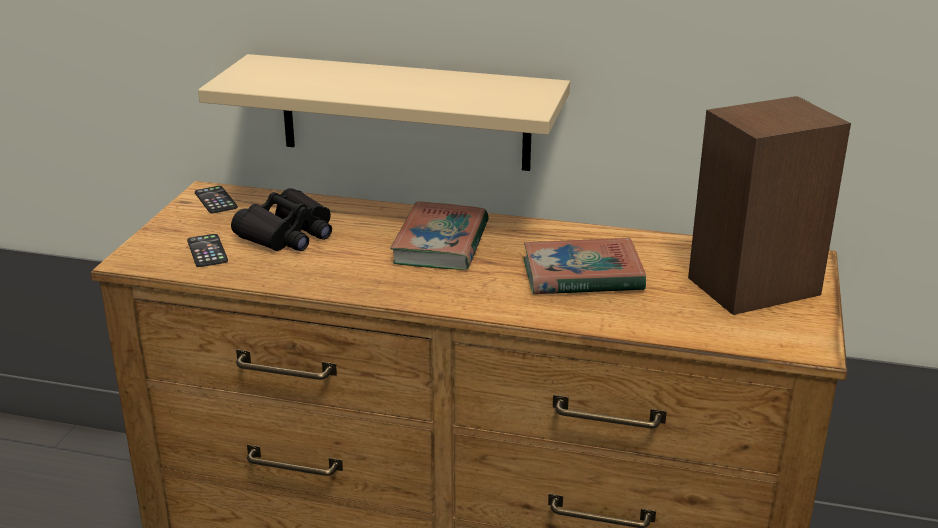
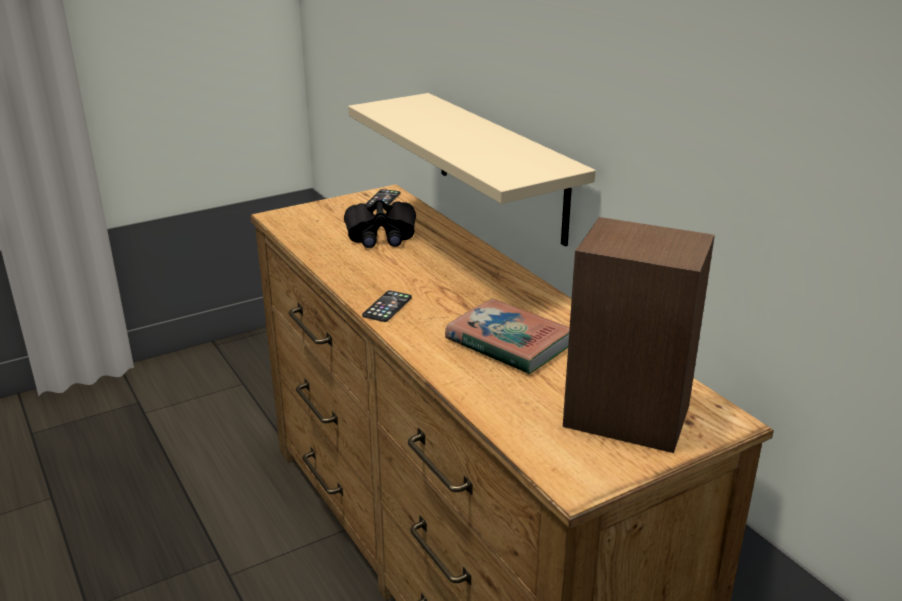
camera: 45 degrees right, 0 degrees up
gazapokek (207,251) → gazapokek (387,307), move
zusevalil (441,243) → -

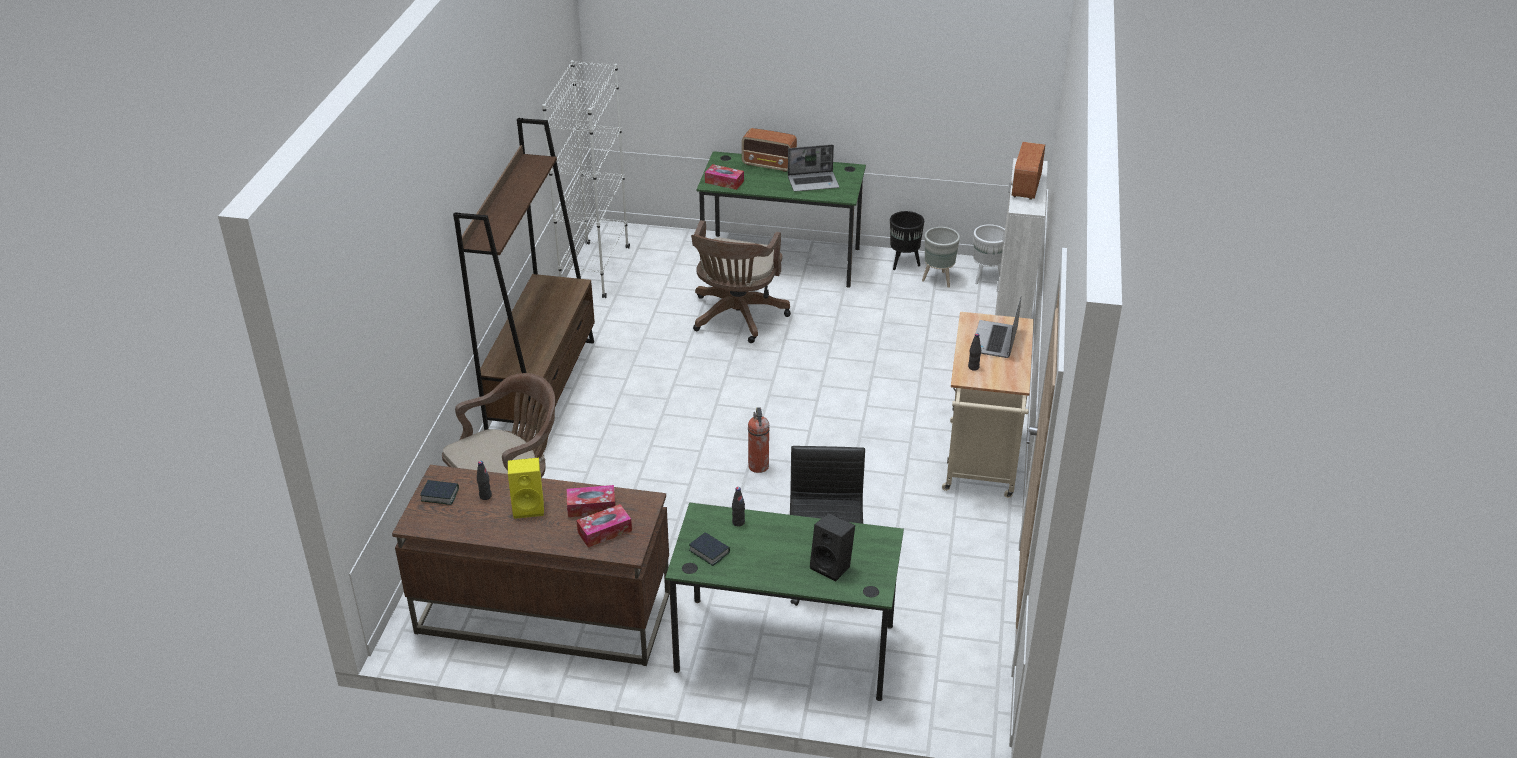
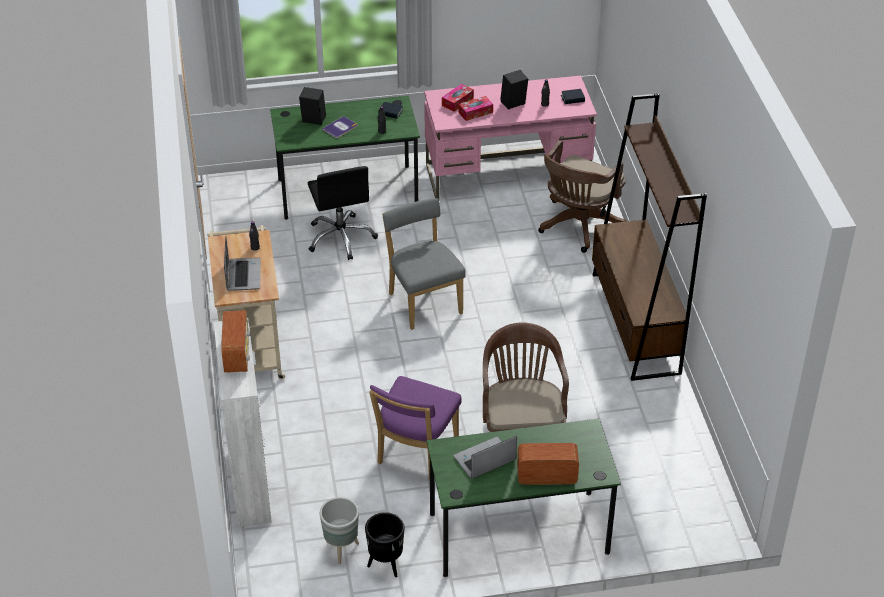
camera: 160 degrees right, 5 degrees up
- → zusevalil (340,128)
- → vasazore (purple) (415,453)
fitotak (758,467) → vasazore (grey) (423,301)
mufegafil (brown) (542,613) → mufegafil (pink) (508,175)
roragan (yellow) (529,506) → roragan (black) (513,104)
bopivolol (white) (595,270) → -
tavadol (724,182) → -
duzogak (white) (986,277) → -

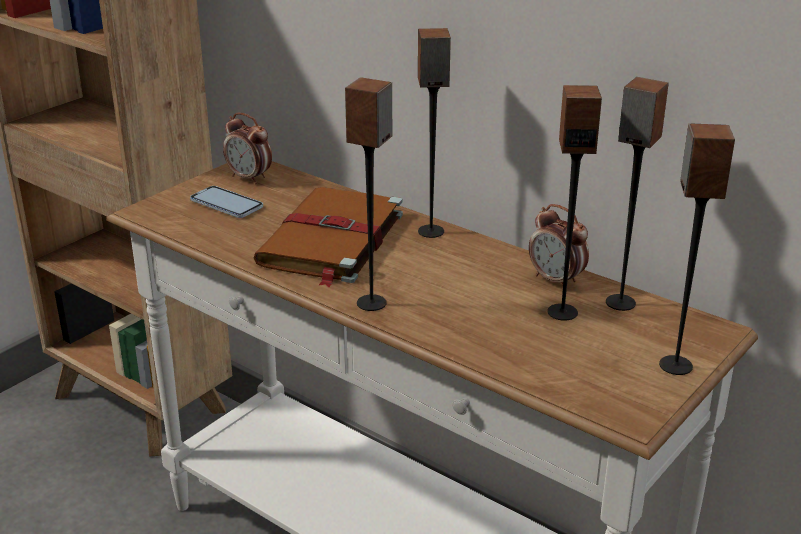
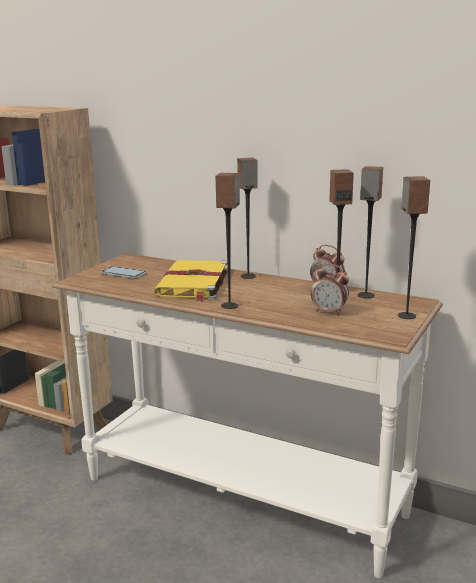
camera: 10 degrees left, 10 degrees down
zusevalil (brown) (331,240) → zusevalil (yellow) (193,283)
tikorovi (249,178) → tikorovi (329,312), move

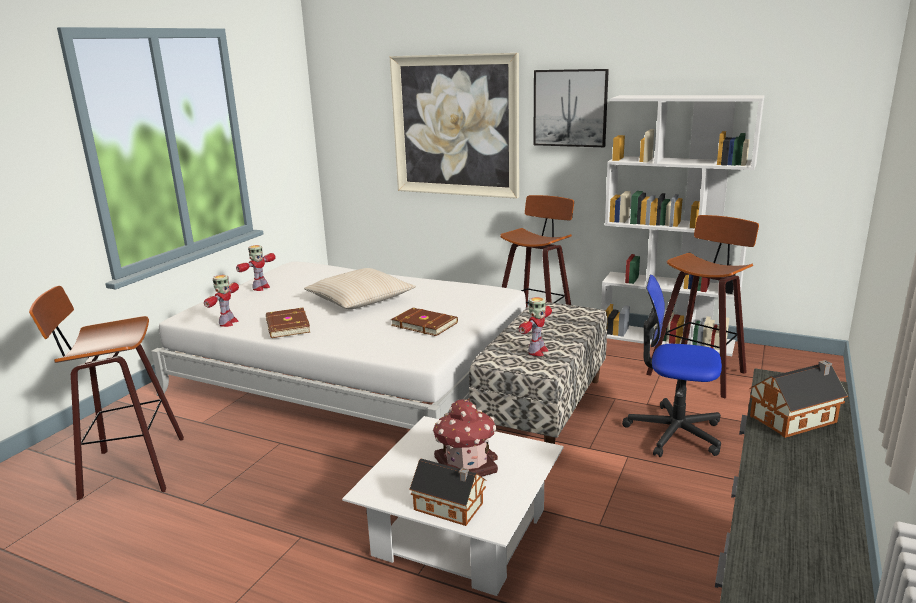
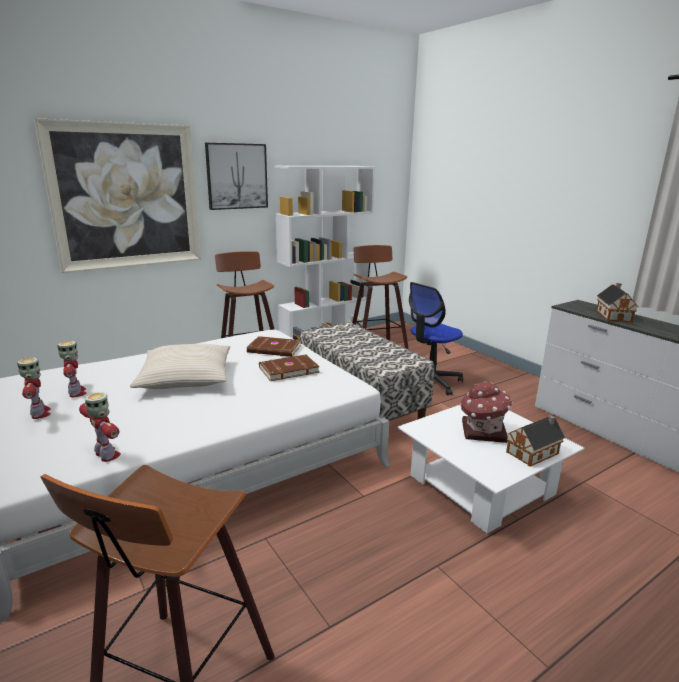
camera: 60 degrees left, 0 degrees up
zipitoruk (537,351) → zipitoruk (76,393), move
zusevalil (brown) (286,326) → zusevalil (brown) (274,349), move

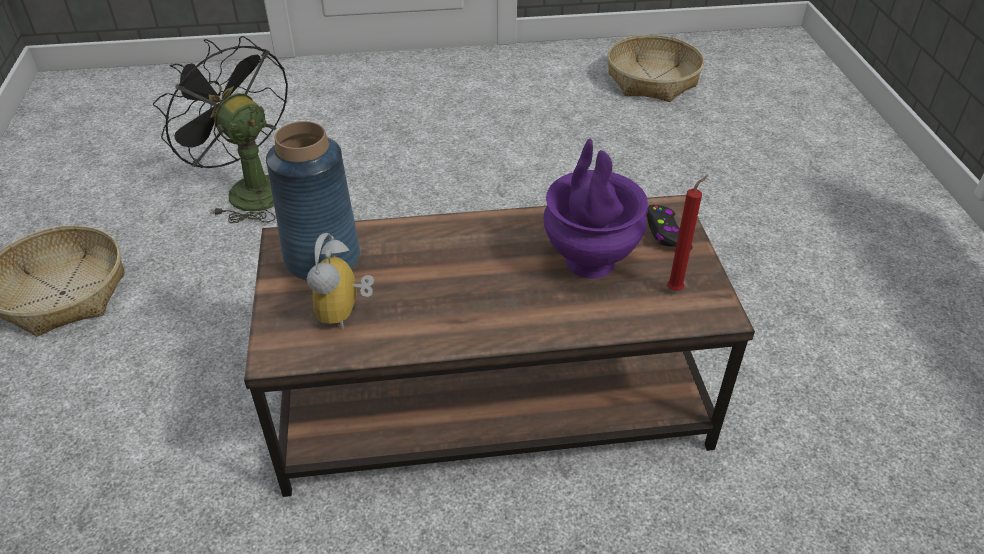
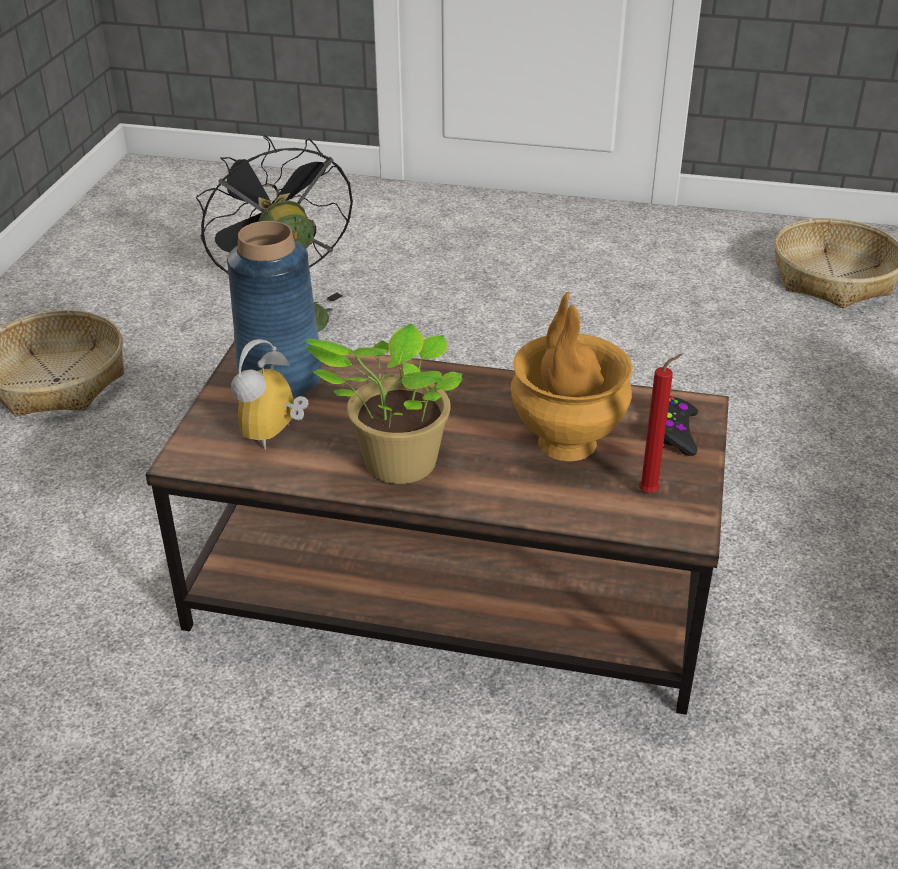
camera: 20 degrees right, 5 degrees down
- → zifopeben (395,465)
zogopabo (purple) (588,261) → zogopabo (brown) (566,442)

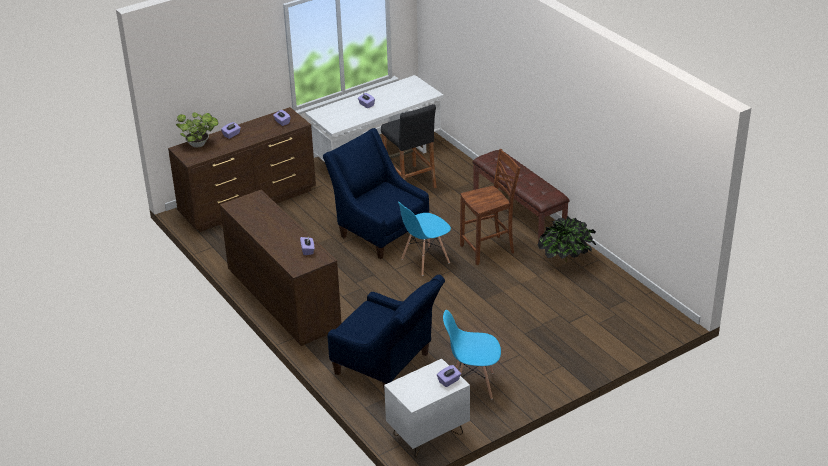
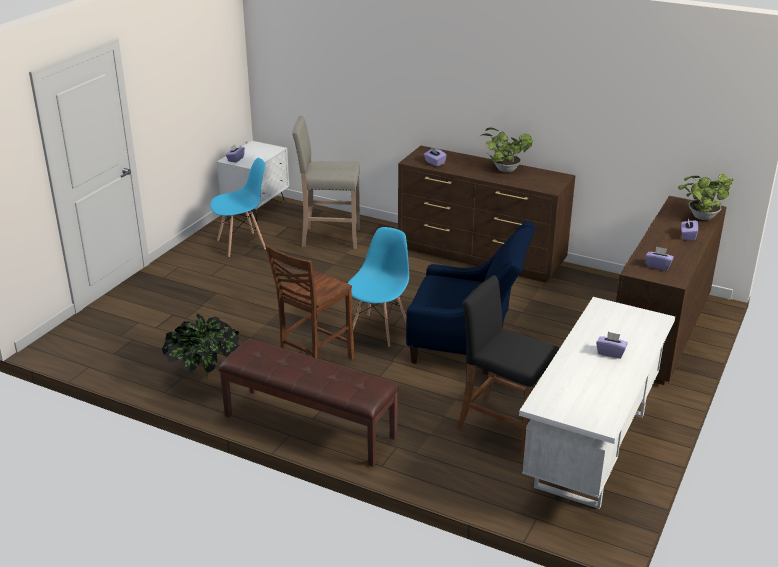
camera: 150 degrees right, 5 degrees down
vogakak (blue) (388,366) → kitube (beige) (329,237)
- → zifopeben (504,169)

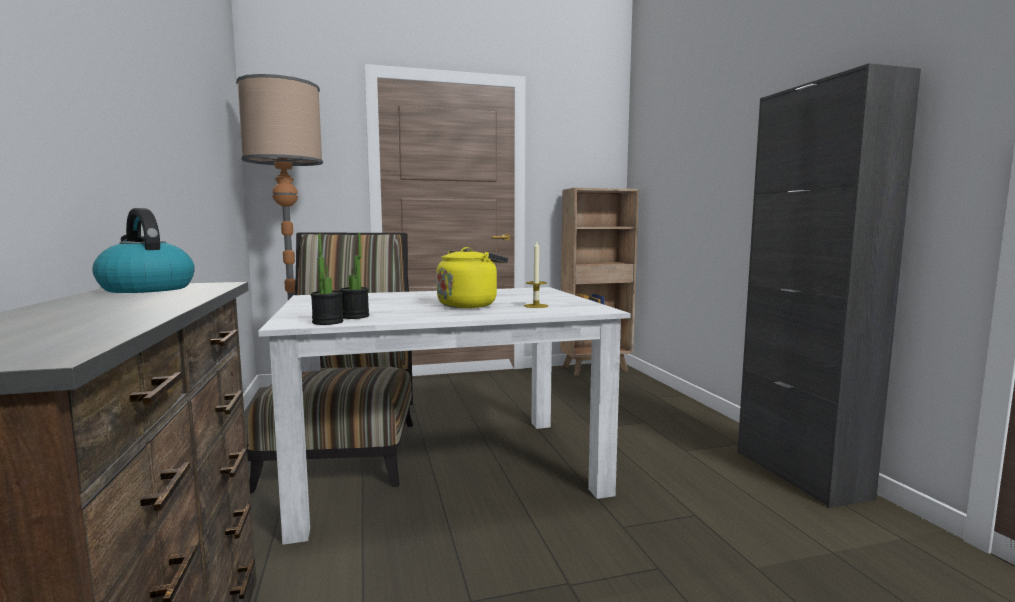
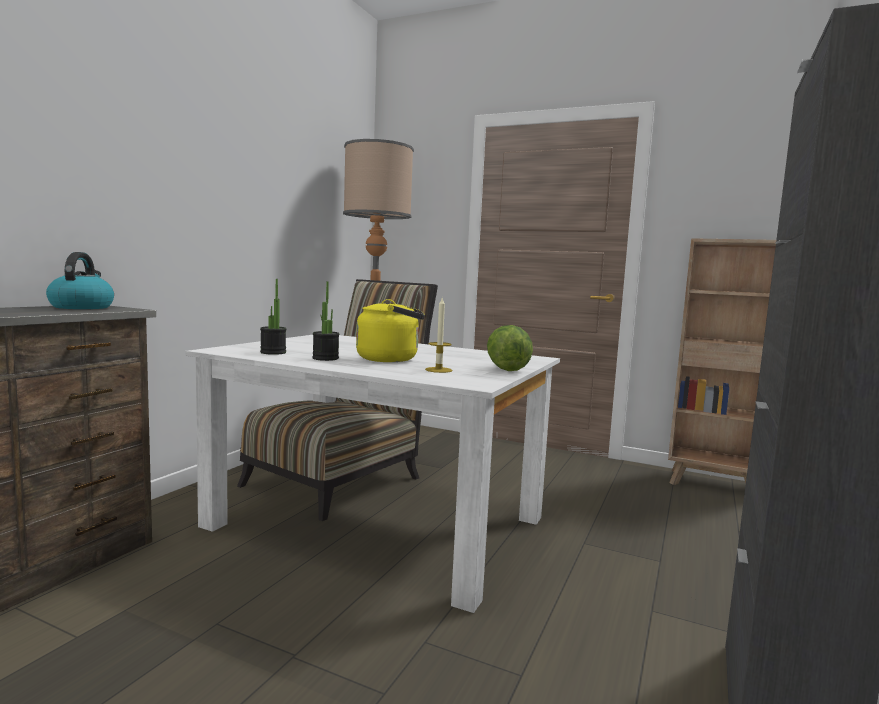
camera: 40 degrees right, 0 degrees up
zifopeben (327,322) → zifopeben (325,358), move
- → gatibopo (507,369)

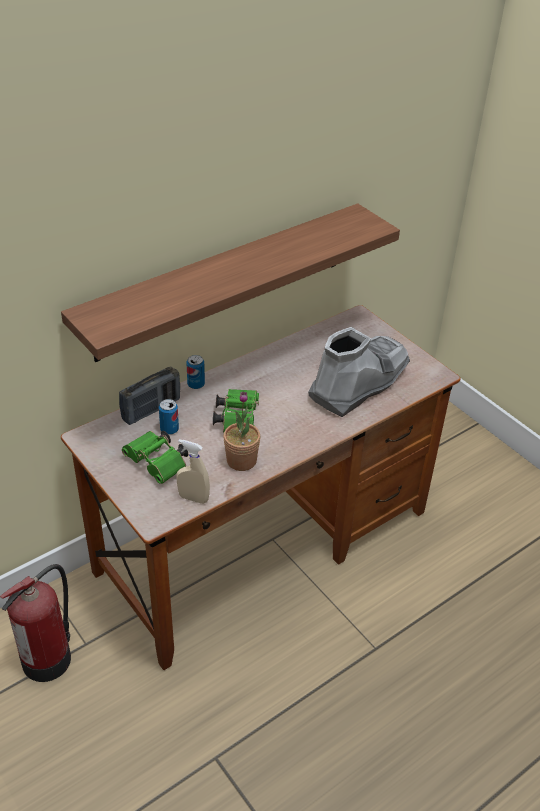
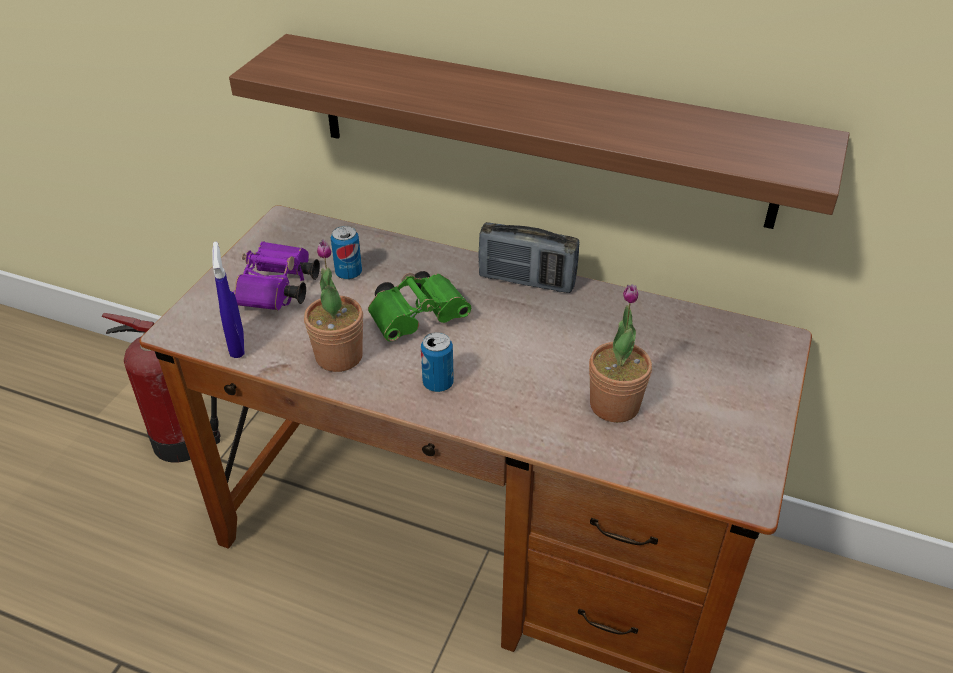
camera: 60 degrees right, 0 degrees up
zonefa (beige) (193,498) → zonefa (blue) (237,345)
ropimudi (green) (158,464) → ropimudi (purple) (278,292)
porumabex (196,384) → porumabex (438,383), move
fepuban (151,409) → fepuban (526,281), move
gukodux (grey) (358,384) → zifopeben (614,405)

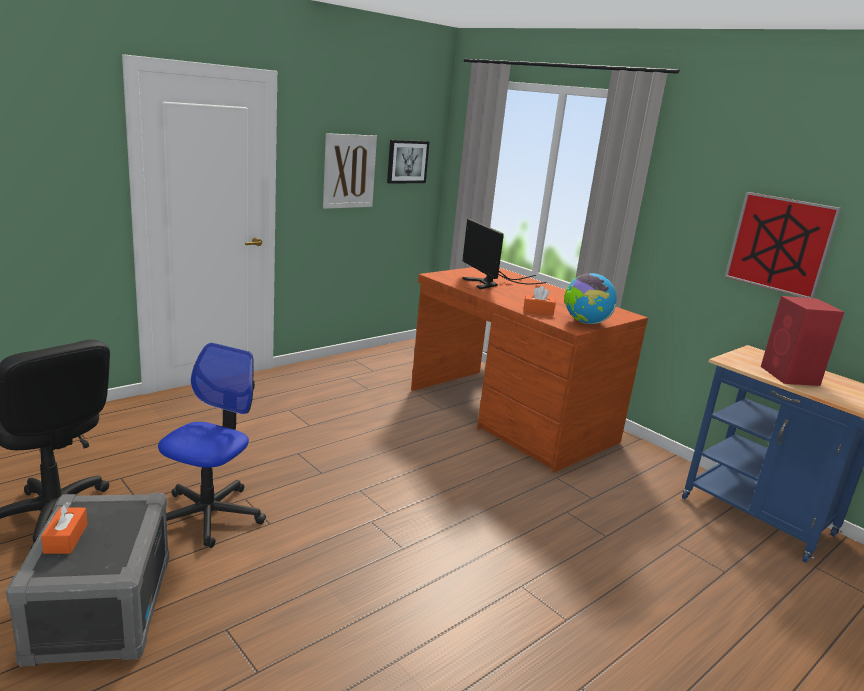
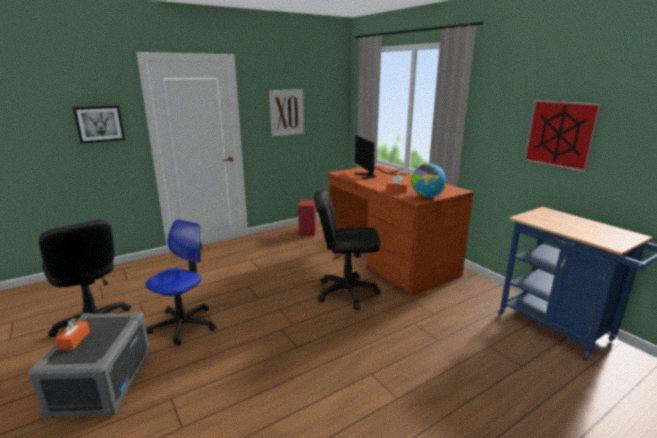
camera: 10 degrees right, 0 degrees up
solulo (407,161) → solulo (99,124), move
roragan (red) (790,376) → roragan (red) (307,232), move
- → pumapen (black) (347,292)

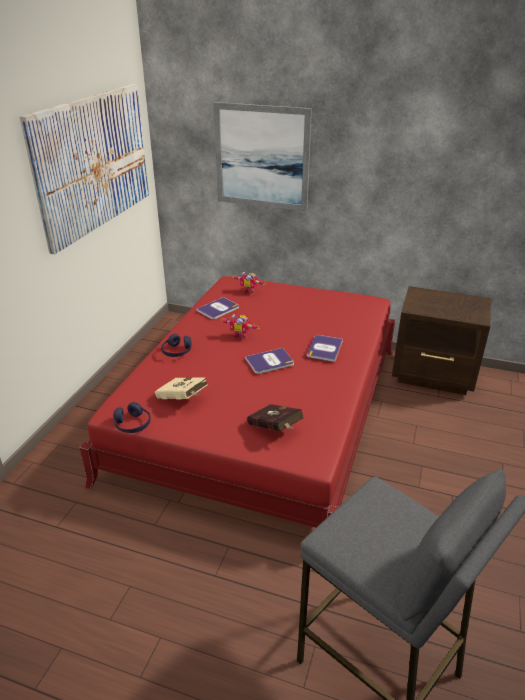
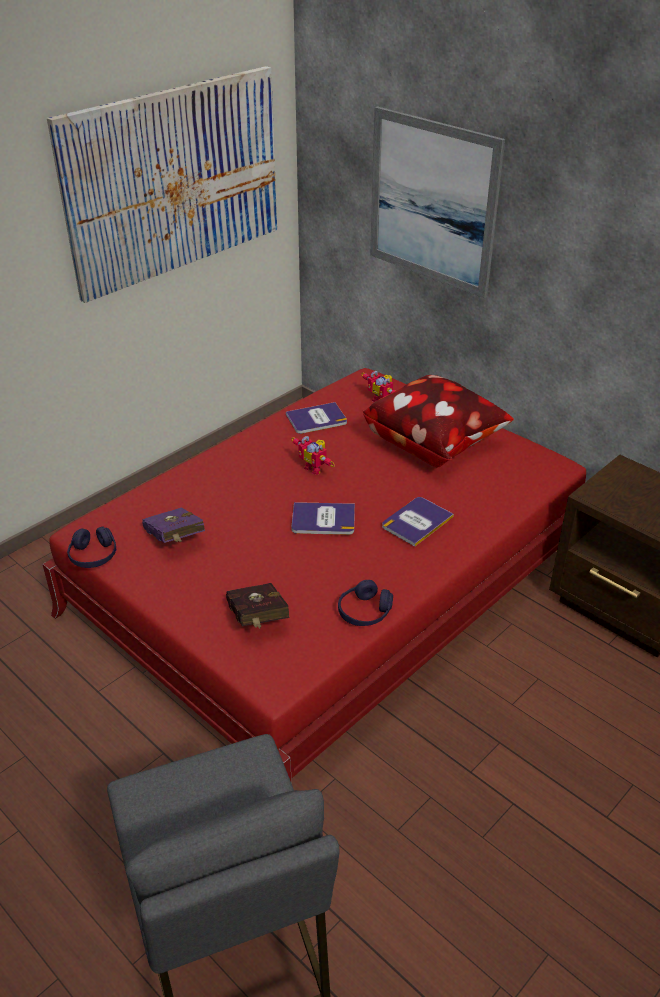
camera: 25 degrees right, 5 degrees up
zusevalil (beige) (183,399) → zusevalil (purple) (175,540)
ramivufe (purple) (177,351) → ramivufe (purple) (364,612), move
- → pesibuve (433,443)

